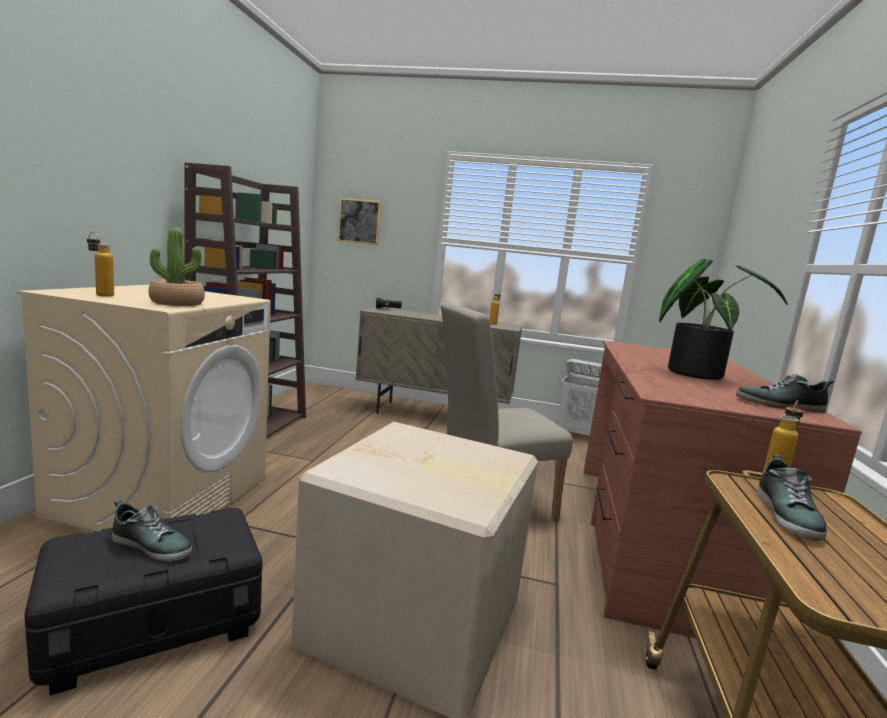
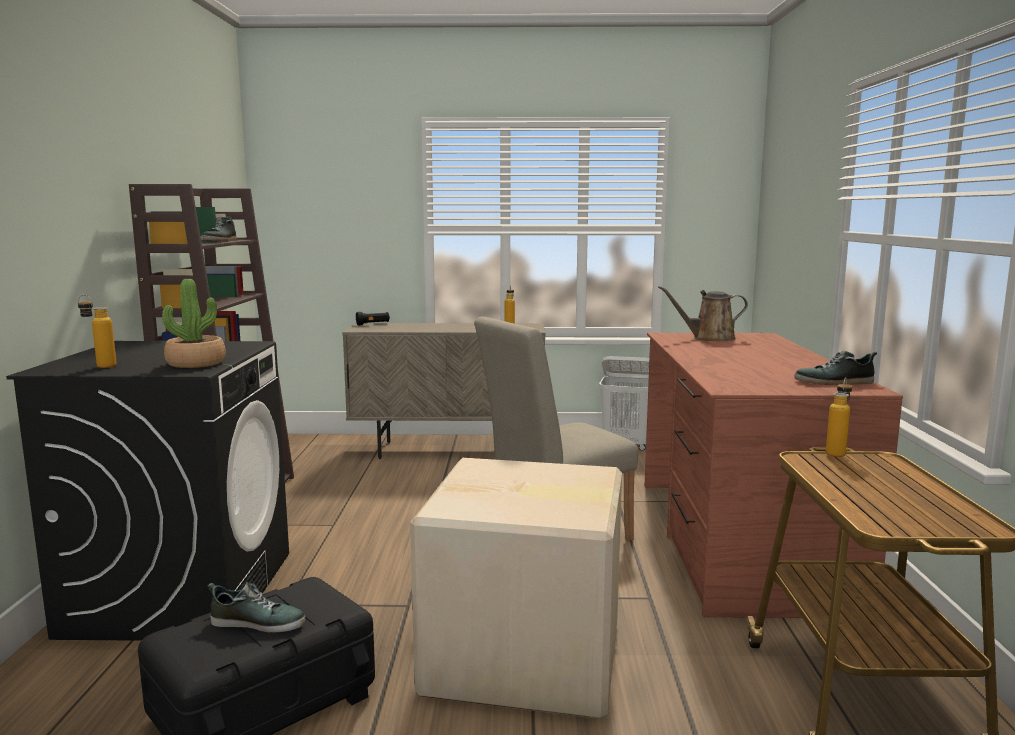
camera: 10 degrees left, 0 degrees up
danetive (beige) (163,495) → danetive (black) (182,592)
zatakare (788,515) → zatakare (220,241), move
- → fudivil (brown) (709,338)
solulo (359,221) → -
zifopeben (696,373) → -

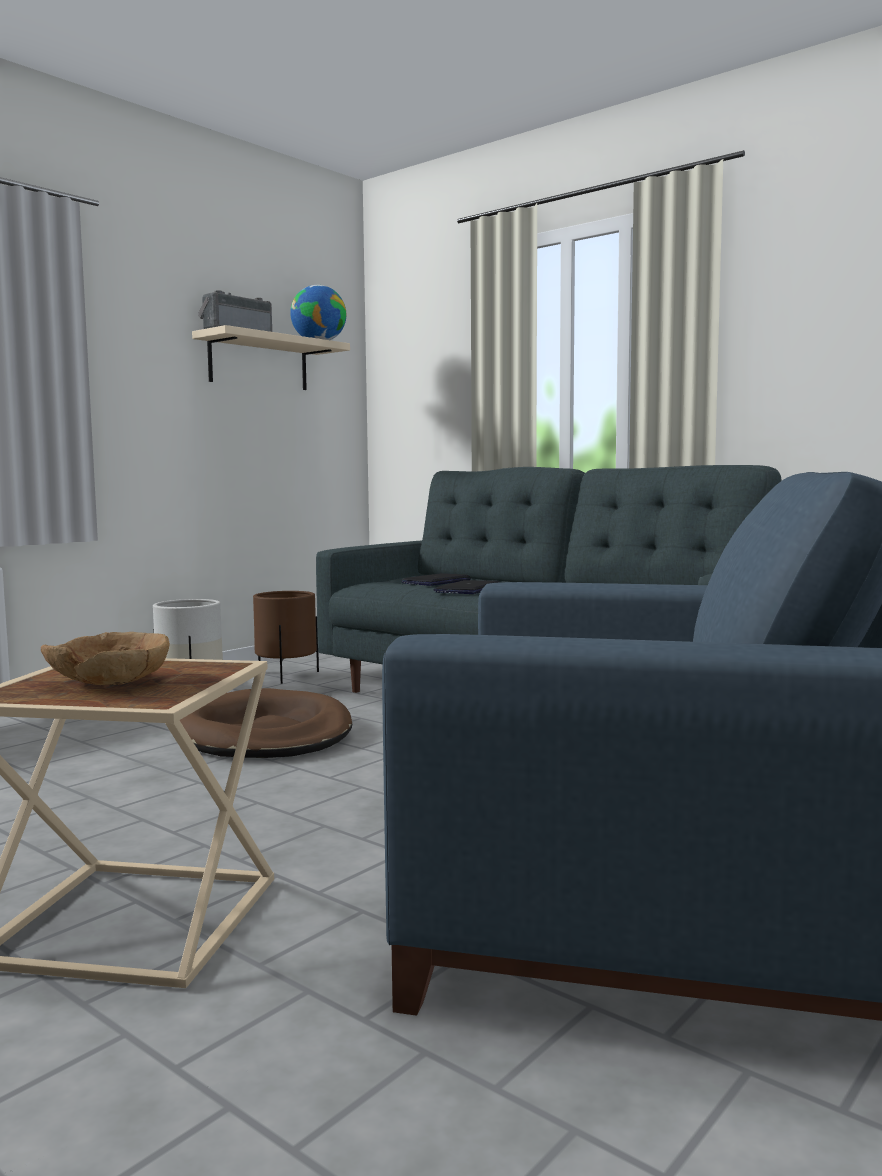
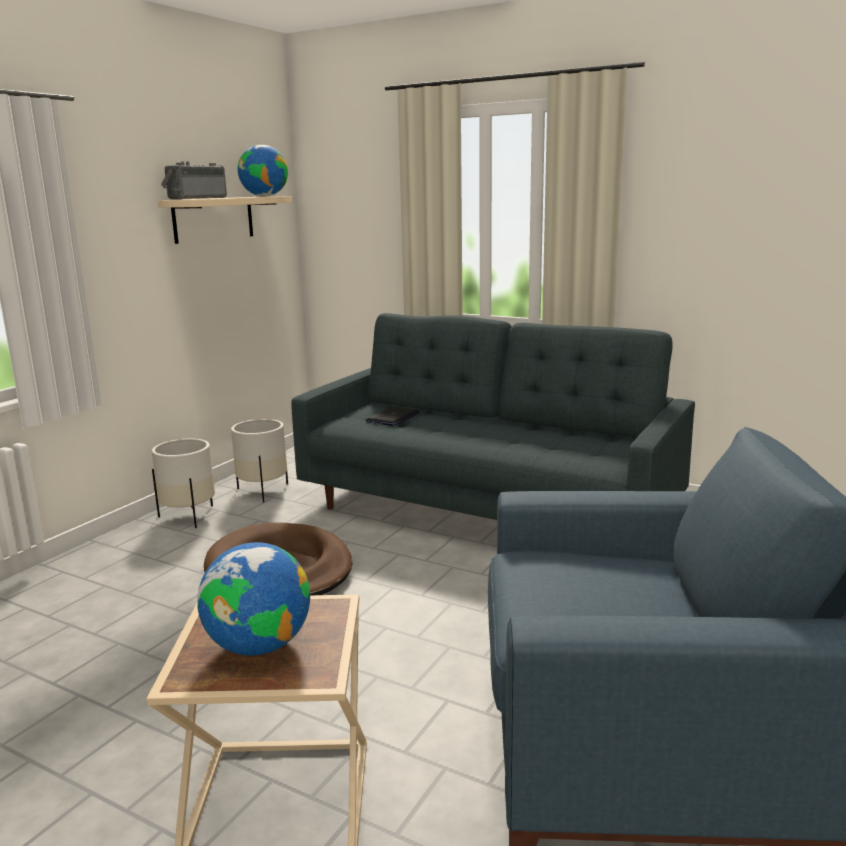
camera: 10 degrees left, 10 degrees up
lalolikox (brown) (109,682) → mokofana (258,646)
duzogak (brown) (286,676) → duzogak (white) (263,491)
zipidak (468,589) → -

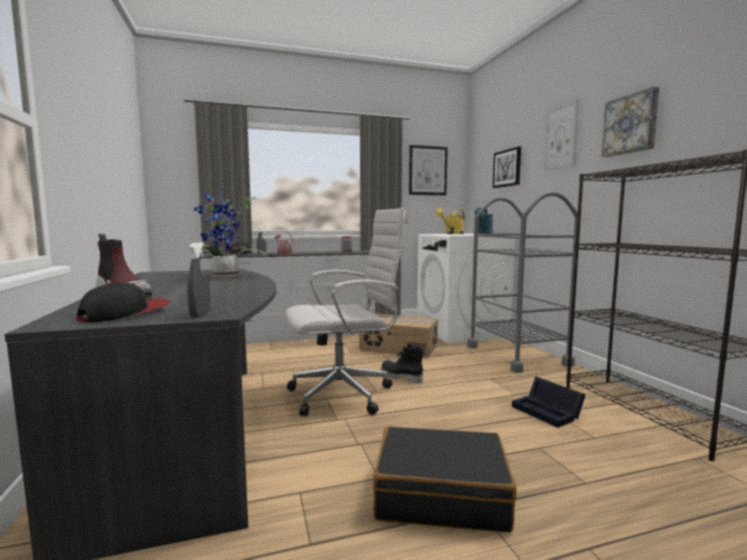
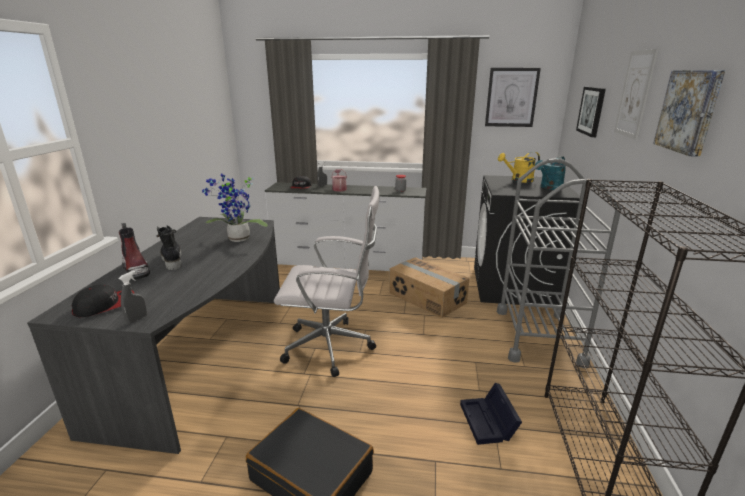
camera: 25 degrees right, 15 degrees up
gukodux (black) (400,377) → gukodux (black) (171,259), move
danetive (white) (461,331) → danetive (black) (512,286)

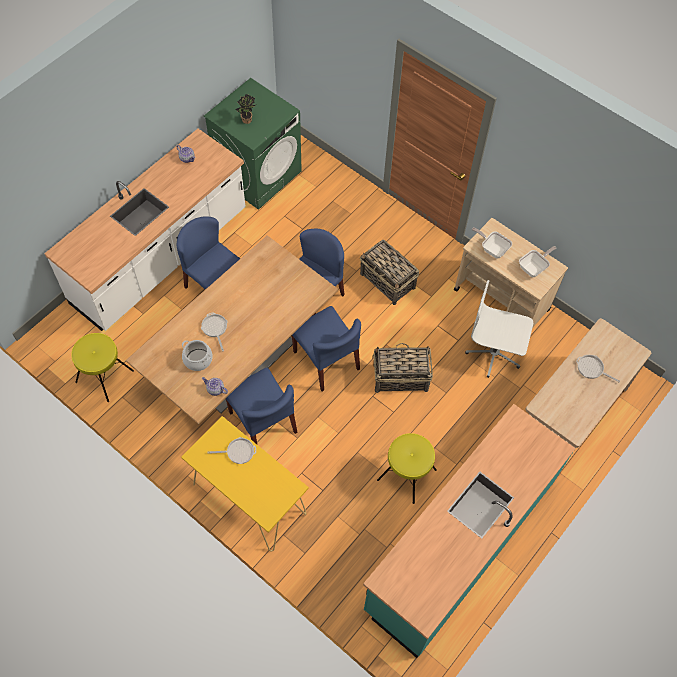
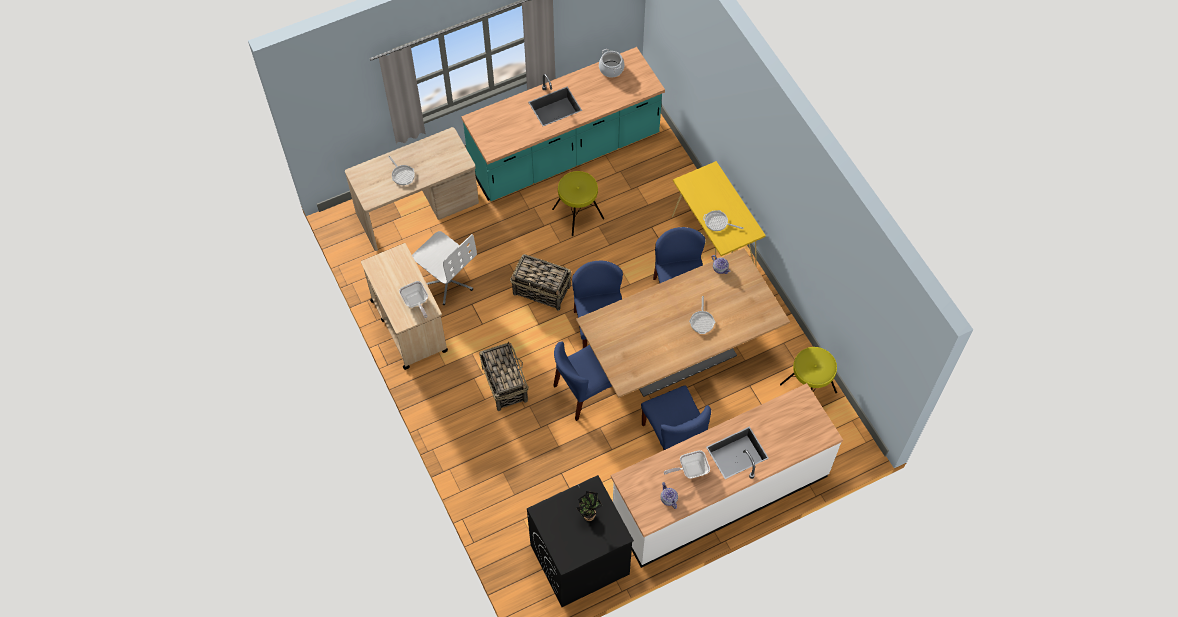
camera: 155 degrees left, 0 degrees up
danetive (green) (258,174) → danetive (black) (579,560)
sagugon (198,360) → sagugon (611,69), move
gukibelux (534,268) → gukibelux (690,470), move

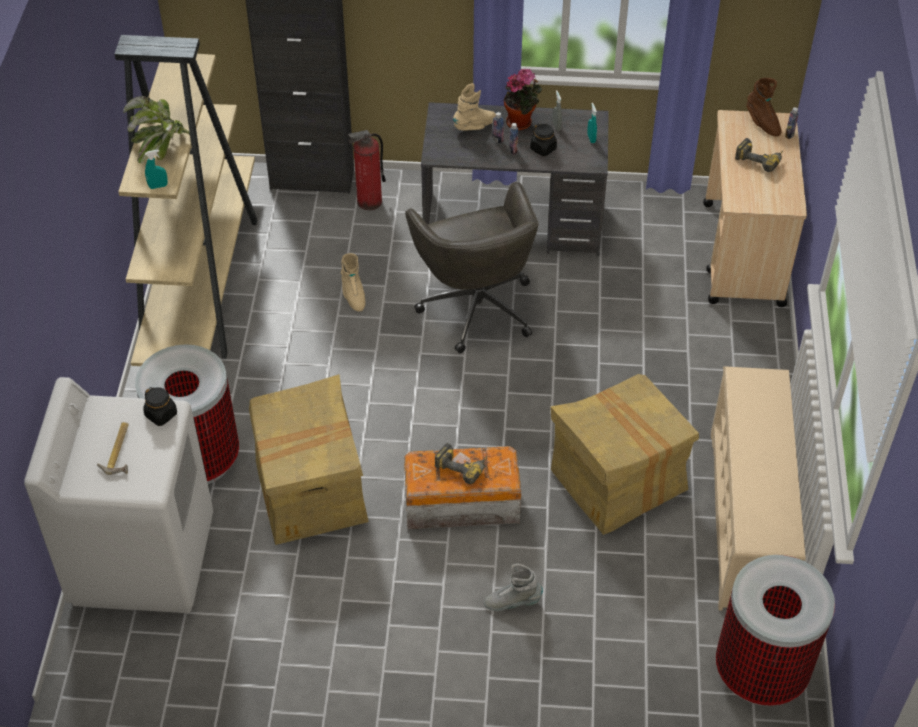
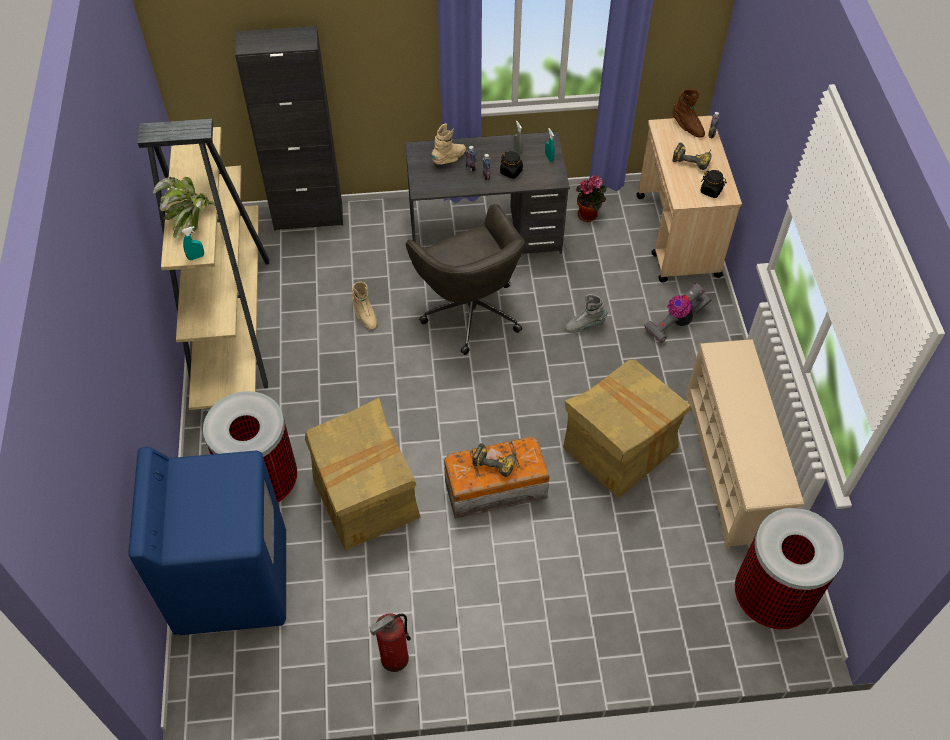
camera: 10 degrees left, 5 degrees up
danetive (white) (143,558) → danetive (blue) (232,581)
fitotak (369,201) → fitotak (394,658), move
gukodux (grey) (512,602) → gukodux (grey) (585,325), move
zifopeben (521,122) → zifopeben (589,214), move
- → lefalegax (676,322)
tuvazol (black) (161,415) → tuvazol (black) (711,191), move
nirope (120,451) → -

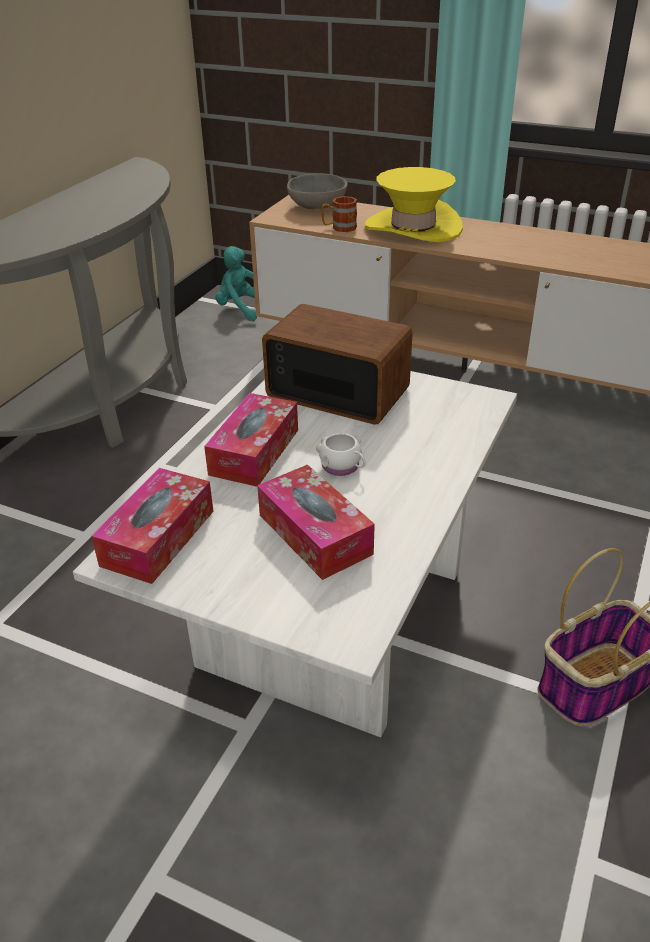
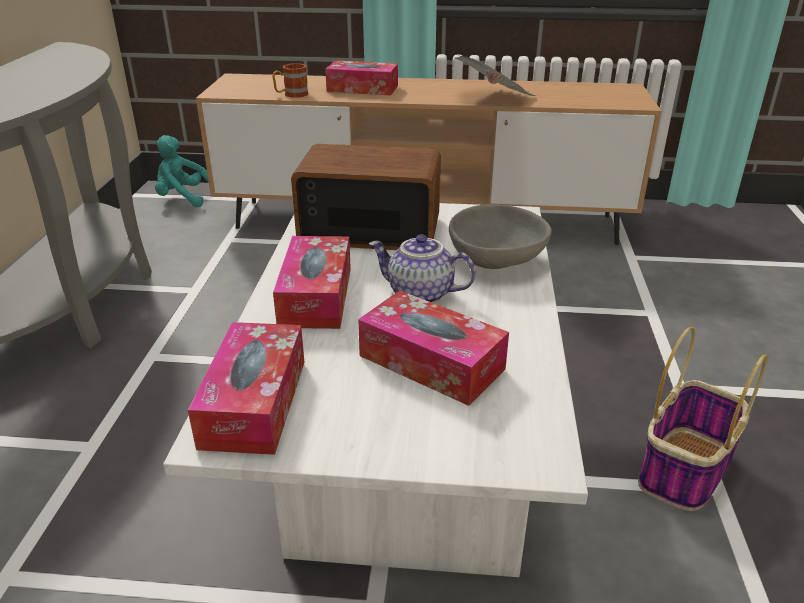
camera: 20 degrees left, 5 degrees down
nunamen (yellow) (413,228) → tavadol (362,88)
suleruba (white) (343,467) → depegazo (419,294)
lalolikox (grey) (316,207) → lalolikox (grey) (495,261), move
- → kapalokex (495,99)

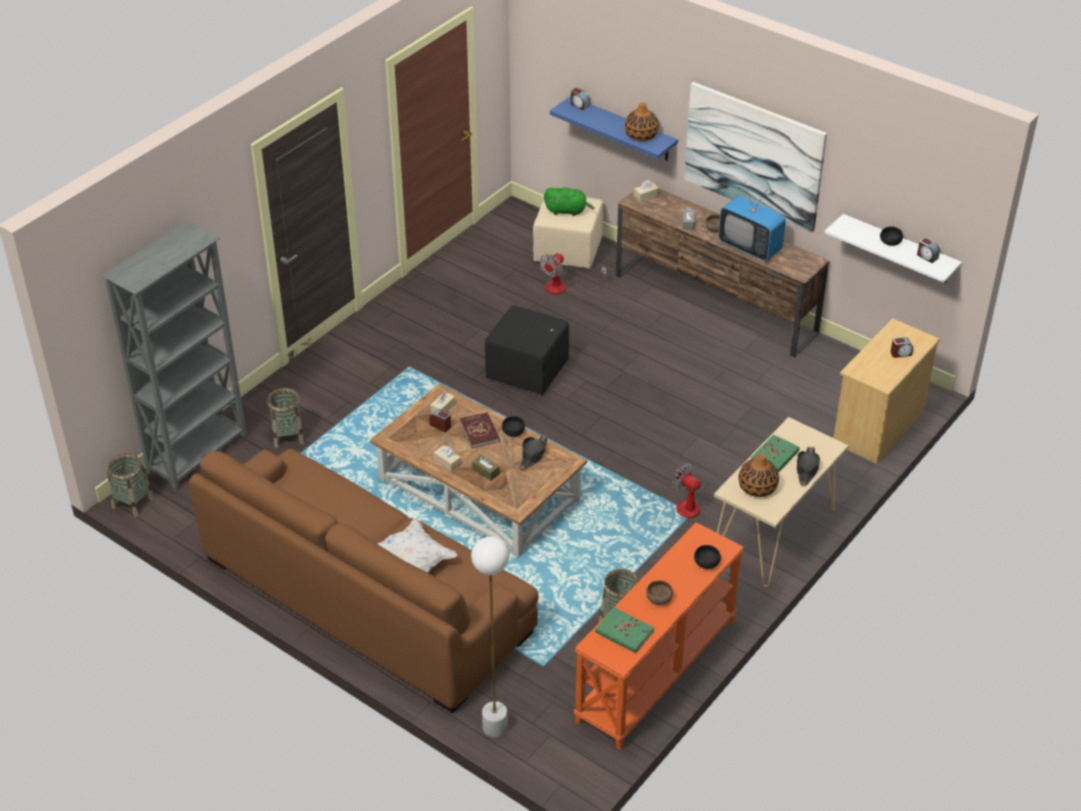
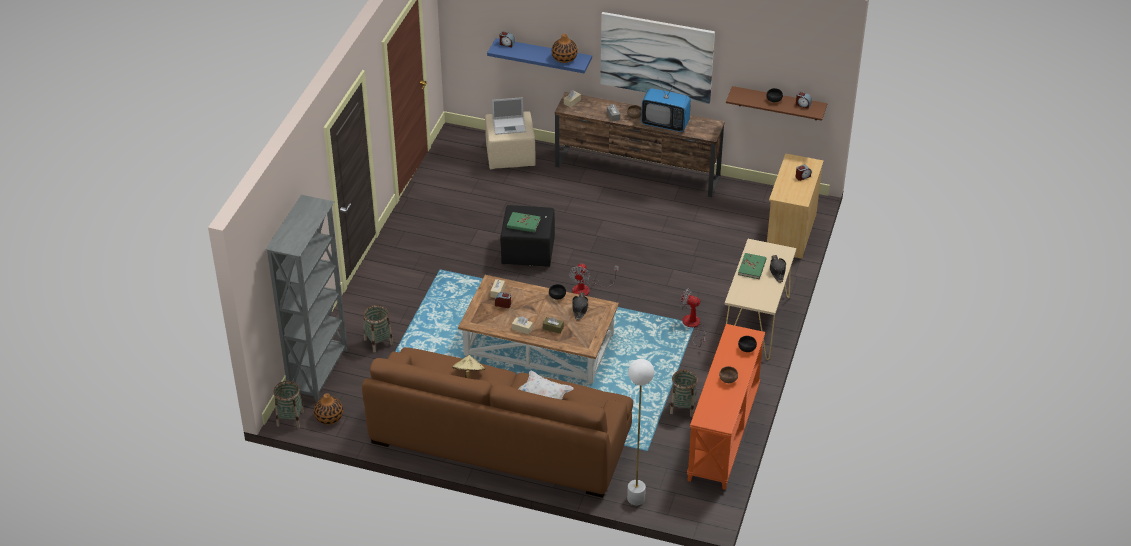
camera: 20 degrees left, 0 degrees up
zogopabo (757,488) → zogopabo (329,417), move
- → nunamen (beige) (468,375)
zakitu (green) (567,211) → zipidak (510,125)
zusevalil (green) (624,632) → zusevalil (green) (523,223), move
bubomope (563,287) → bubomope (587,289), move
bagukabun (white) (899,249) → bagukabun (brown) (778,103)
zusevalil (red) (479,432) → -

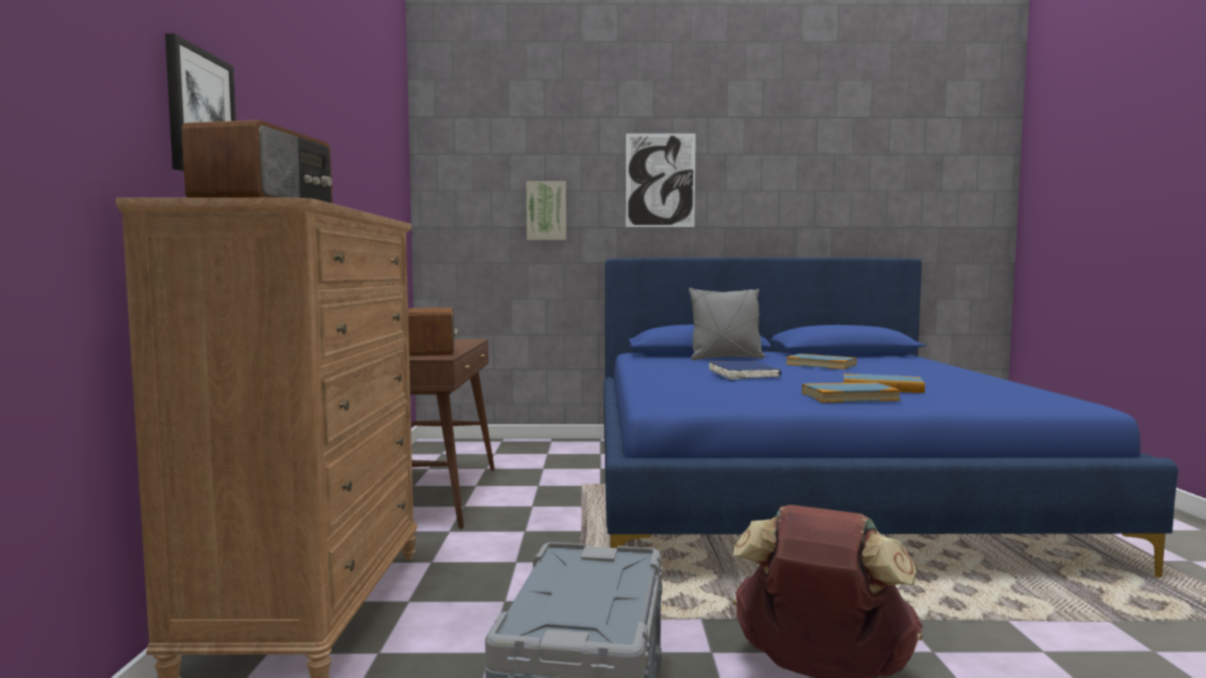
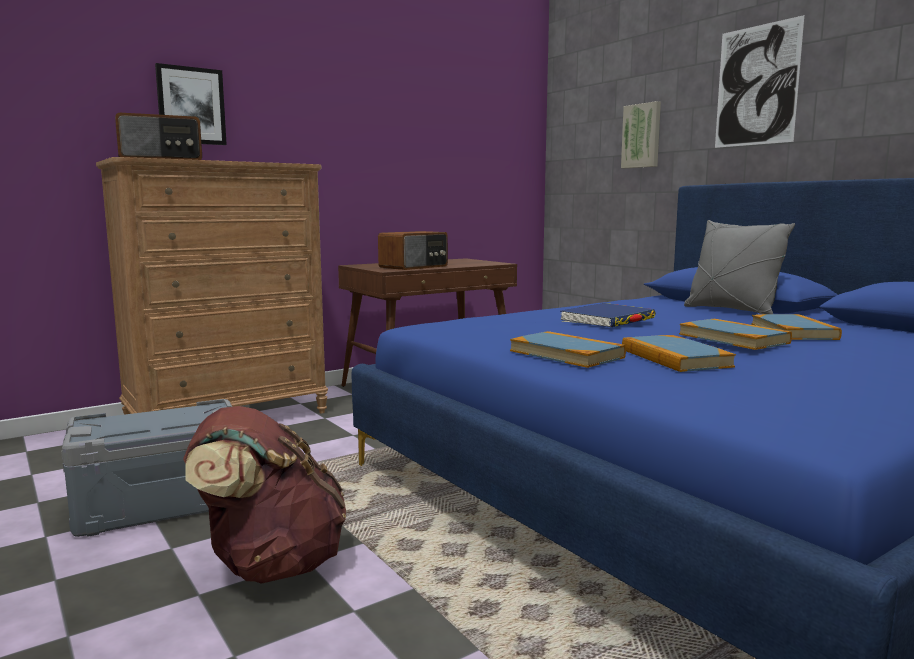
camera: 55 degrees right, 5 degrees up
- → zusevalil (733,338)

